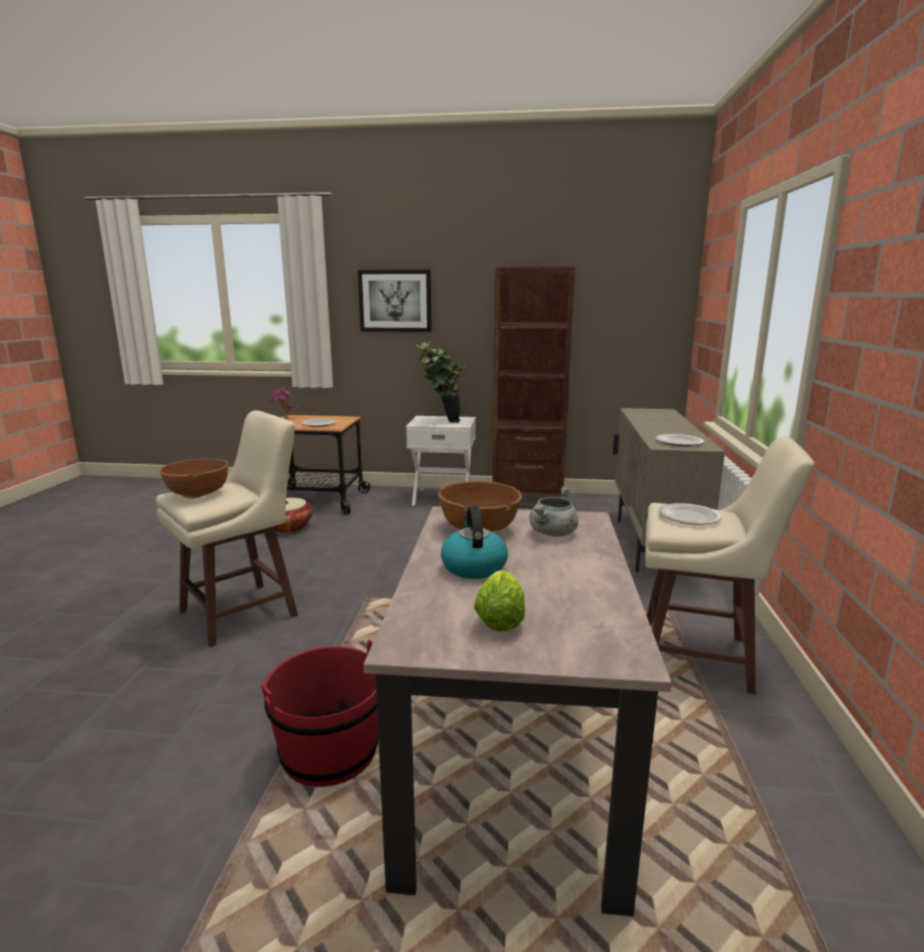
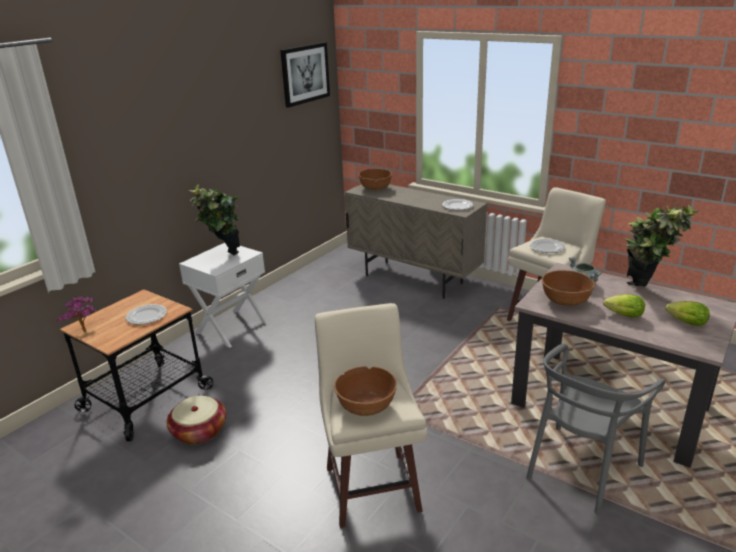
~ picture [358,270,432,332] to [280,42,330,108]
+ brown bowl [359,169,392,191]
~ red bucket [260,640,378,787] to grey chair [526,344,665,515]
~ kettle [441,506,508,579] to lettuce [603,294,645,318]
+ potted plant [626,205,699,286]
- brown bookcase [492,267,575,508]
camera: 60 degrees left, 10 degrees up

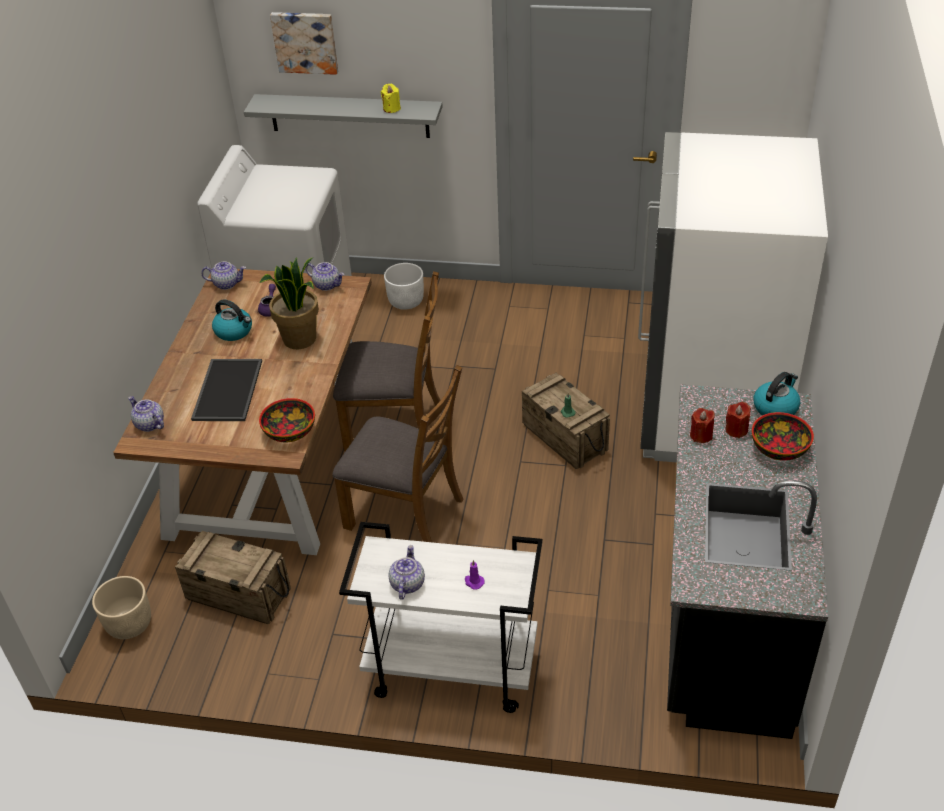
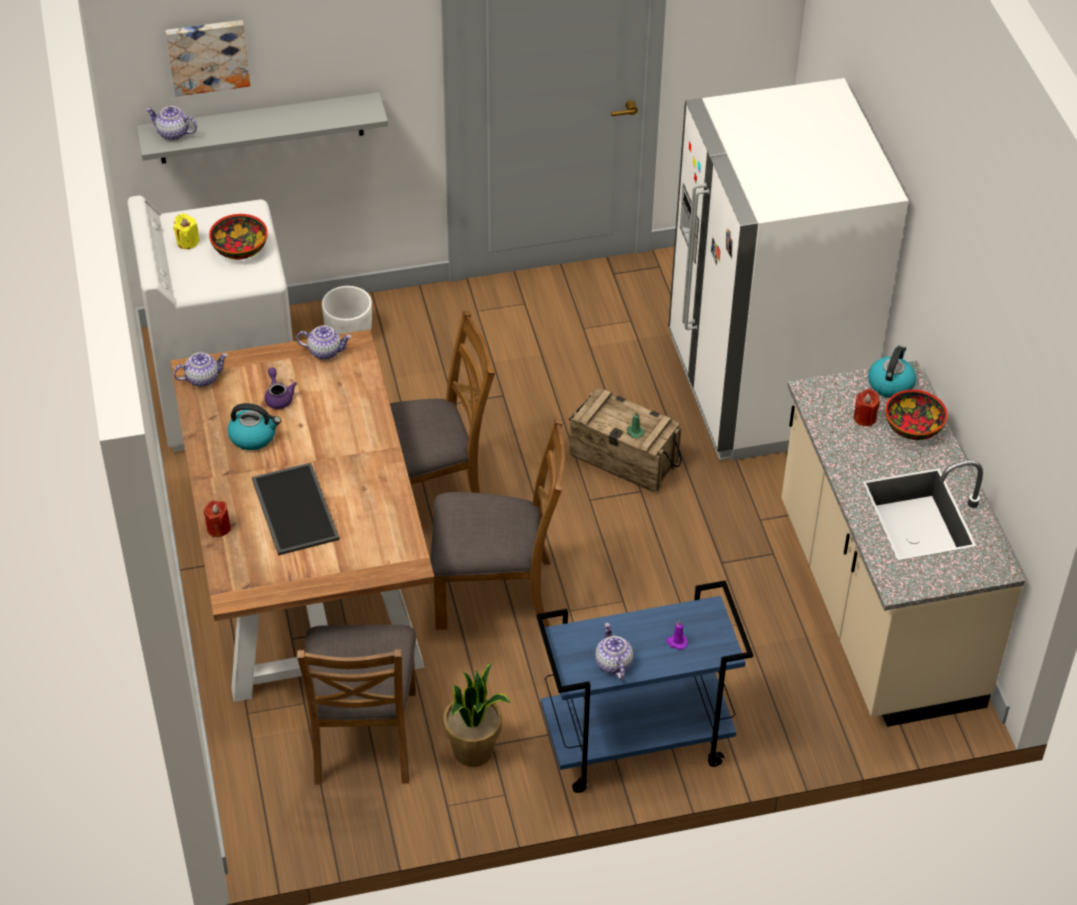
~ teapot [128,396,164,432] to [146,106,197,141]
~ yellow candle [381,84,401,113] to [173,213,200,249]
~ red candle [690,408,715,443] to [204,501,231,537]
~ bowl [259,398,315,443] to [209,214,268,259]
~ crate [175,531,291,624] to brown chair [297,625,416,785]
~ potted plant [259,257,319,349] to [443,663,510,767]
~ white cart [339,522,542,713] to blue cart [536,580,753,793]
~ black counter [667,385,828,739] to beige counter [781,361,1025,727]
- beige planter [92,576,151,639]
camera: 25 degrees left, 5 degrees up

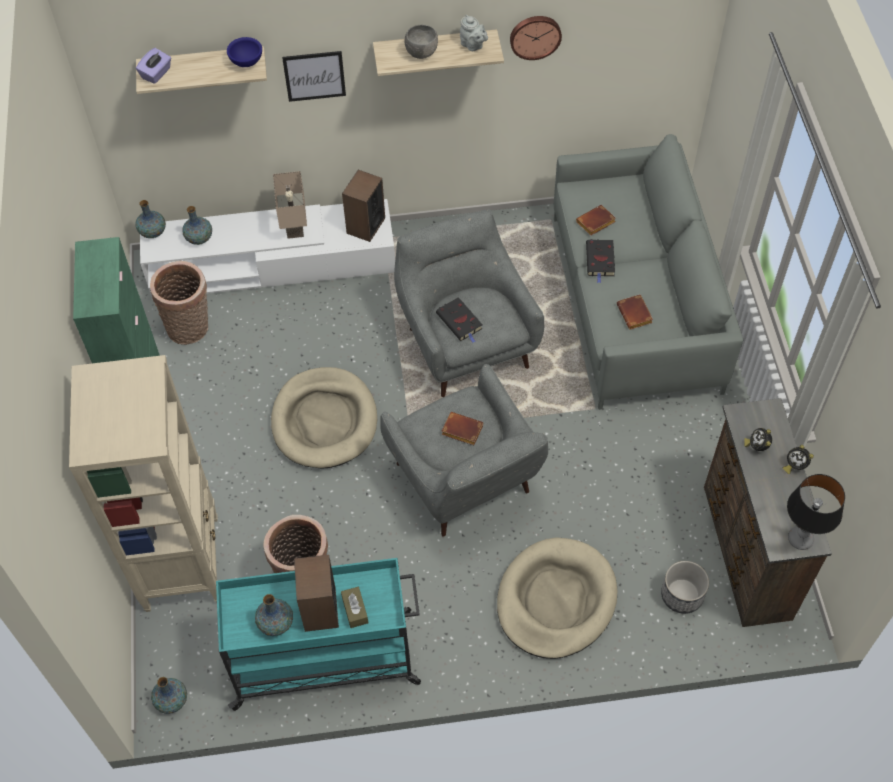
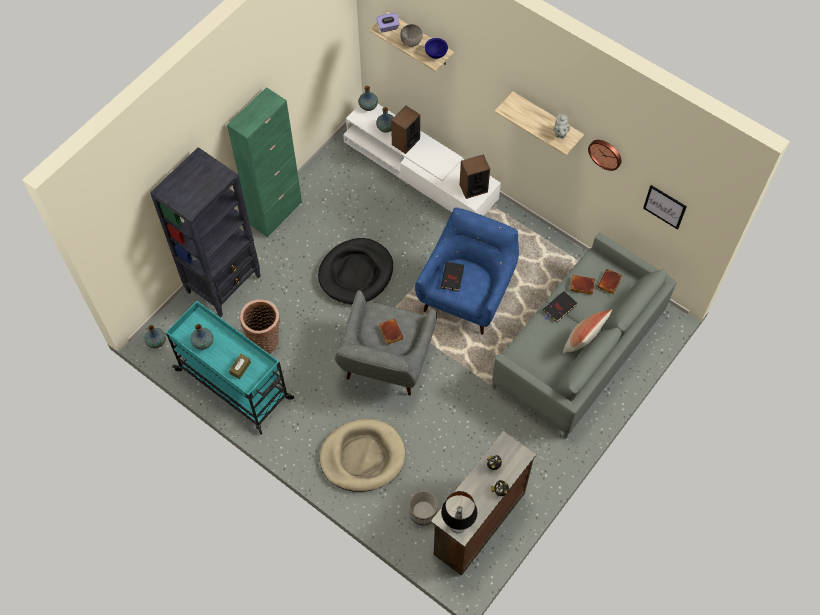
~ beige bookcase [69,355,218,612] to black bookcase [150,147,261,317]
~ beige dog bed [271,367,377,468] to black dog bed [318,238,393,304]
~ speaker [294,555,339,632] to [391,106,420,154]
~ grey bowl [404,25,438,59] to [400,24,423,47]
~ grey armchair [394,209,544,397] to blue armchair [415,207,519,335]
+ pillow [563,309,612,353]
~ brown book [617,294,653,330] to [597,269,622,294]
~ picture [282,51,346,102] to [643,185,687,230]
- basket [150,261,208,345]
- beige table lamp [273,171,307,239]
camera: 45 degrees right, 5 degrees up

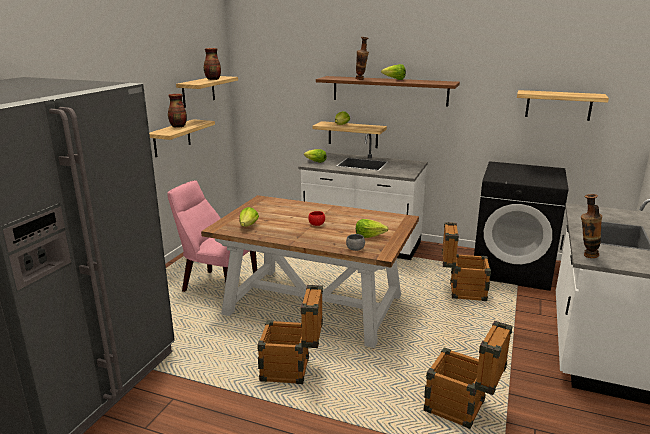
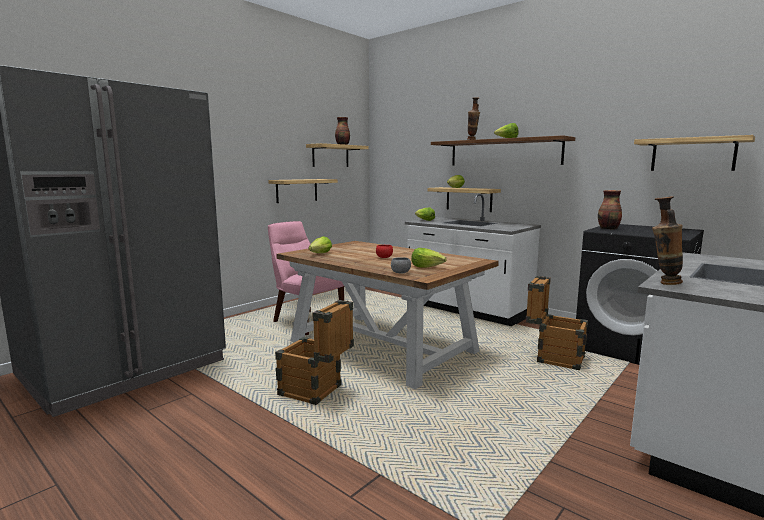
~ vase [168,94,187,128] to [598,190,622,230]
- crate [424,321,513,429]
camera: 20 degrees right, 10 degrees down

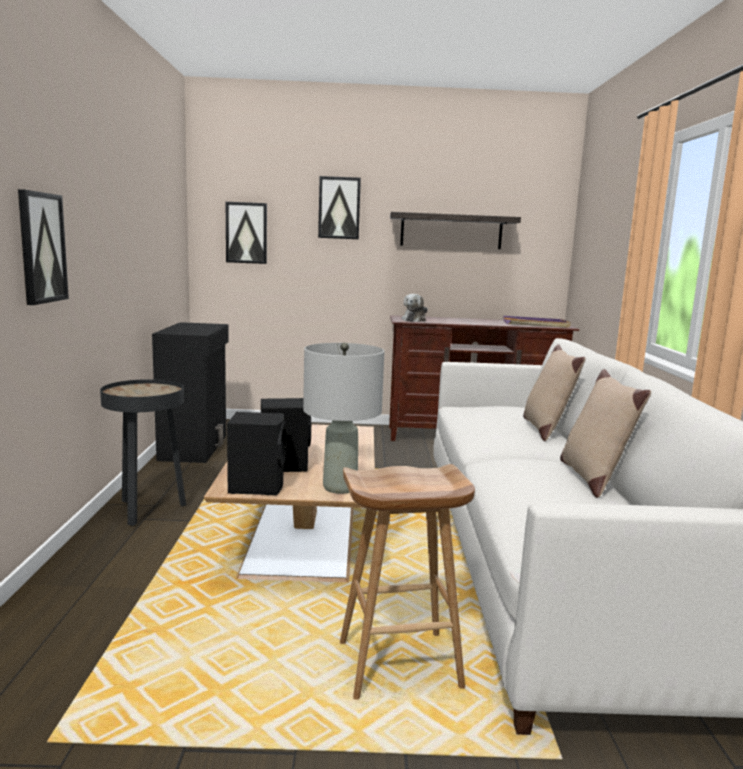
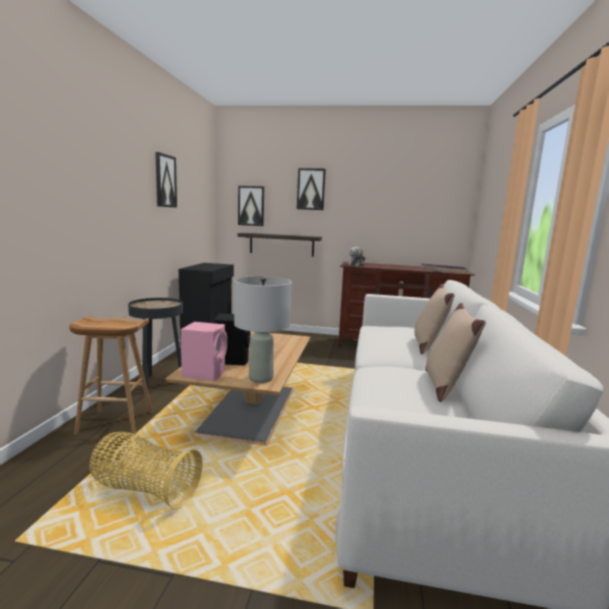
~ brown stool [340,464,475,700] to [69,316,153,435]
+ basket [89,432,203,510]
~ picture [18,189,69,305] to [155,152,177,208]
~ black speaker [227,412,287,495] to pink speaker [181,322,227,381]
~ shelf [390,212,521,249] to [238,233,322,257]
camera: 10 degrees right, 0 degrees up

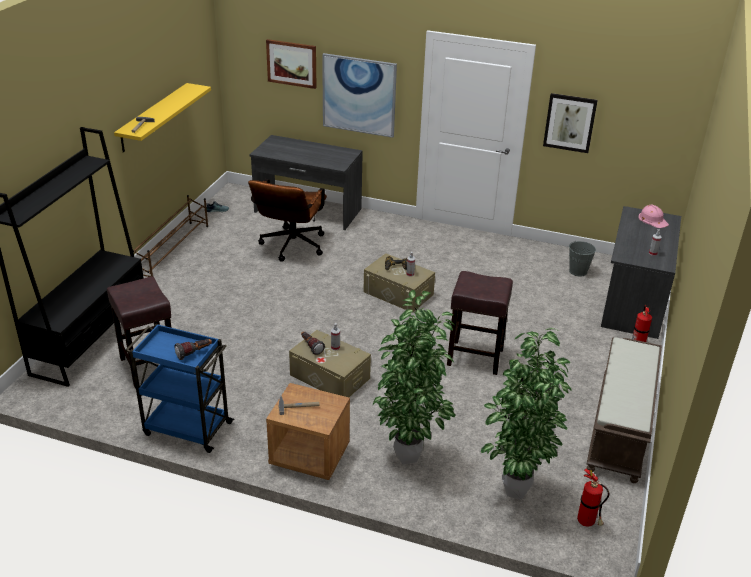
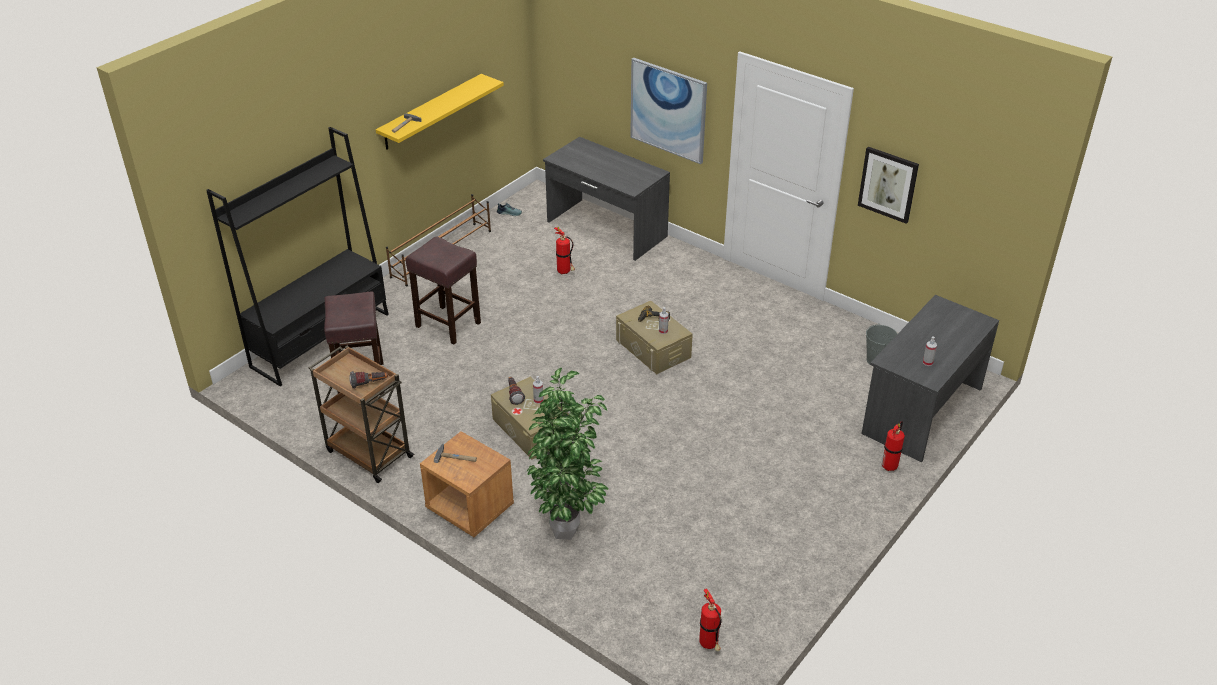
~ blue cart [125,324,234,453] to brown cart [309,346,414,483]
~ brown stool [447,271,513,375] to [406,236,481,344]
~ brown office chair [248,179,327,261] to fire extinguisher [554,227,575,274]
- picture [266,39,316,89]
- potted plant [481,328,572,500]
- brown bench [587,337,662,483]
- pink hard hat [639,205,669,228]
camera: 20 degrees right, 5 degrees up

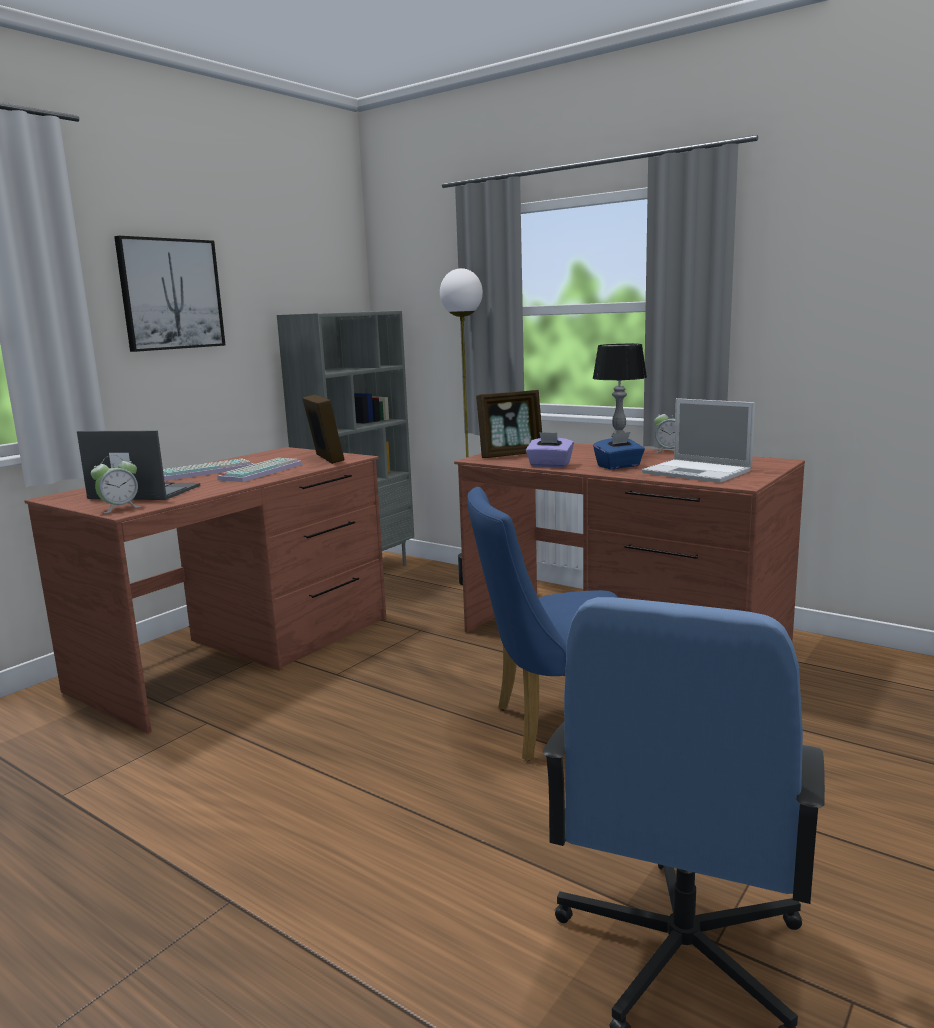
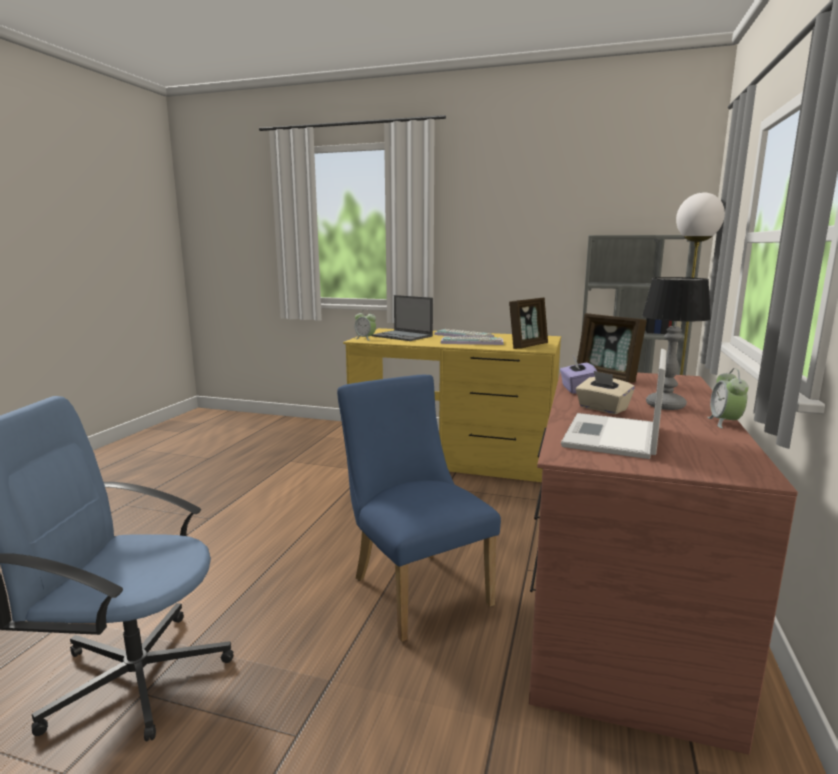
~ brown desk [24,447,386,734] to yellow desk [343,328,561,482]
~ laptop [77,431,200,500] = [372,295,433,341] 135 degrees clockwise
~ blue tissue box [593,432,645,469] to beige tissue box [576,371,635,414]
- picture [114,236,225,352]
camera: 70 degrees right, 0 degrees up

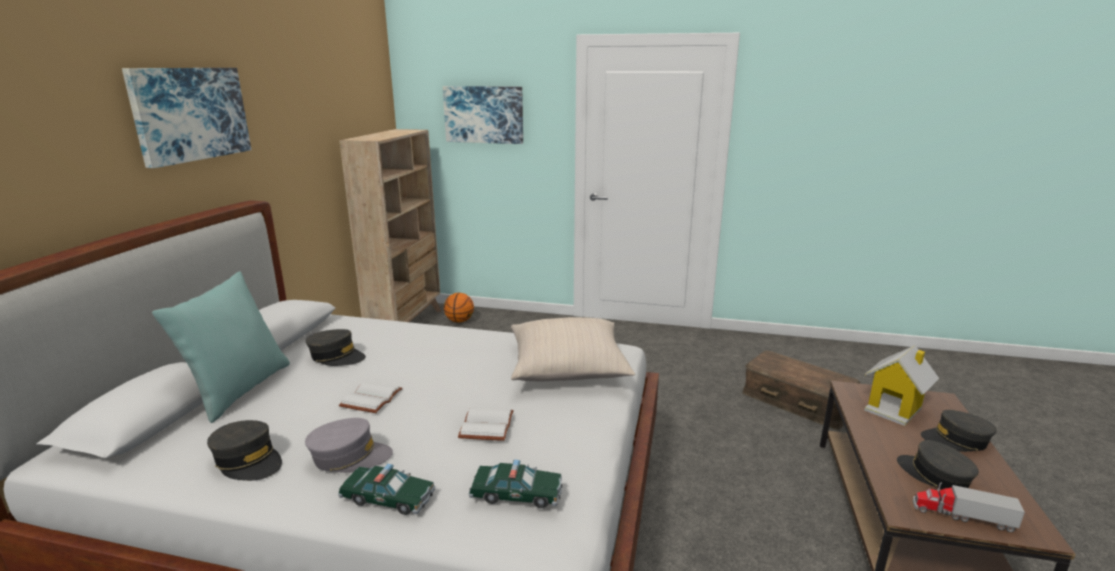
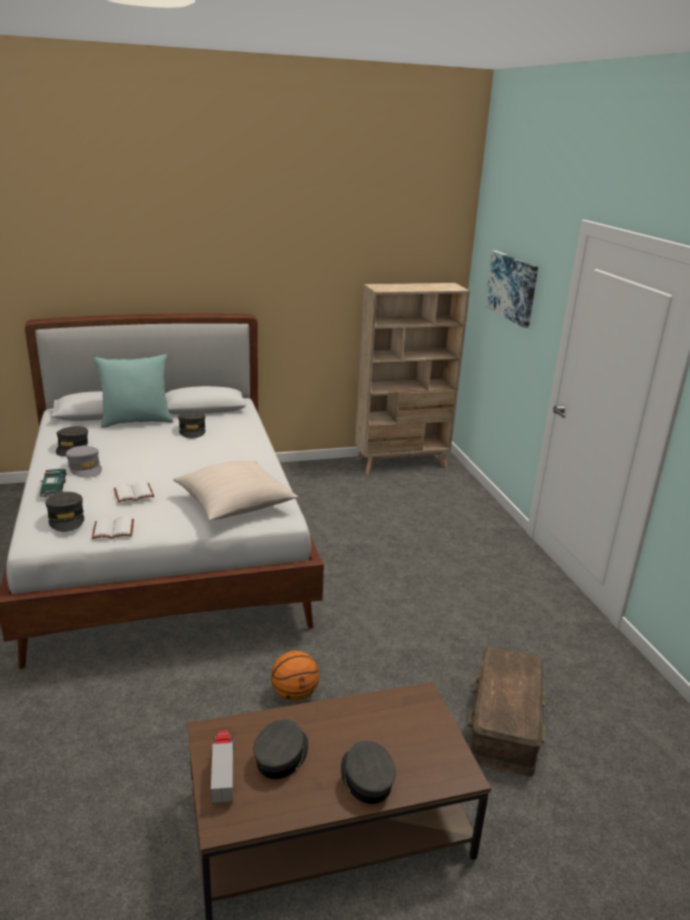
~ toy car [469,460,562,508] to grey cap [45,492,84,532]
~ white book [339,381,403,413] to [92,517,134,539]
~ basketball [444,293,474,323] to [271,651,320,701]
- picture [122,68,251,168]
- toy house [864,345,939,426]
camera: 60 degrees right, 5 degrees up

